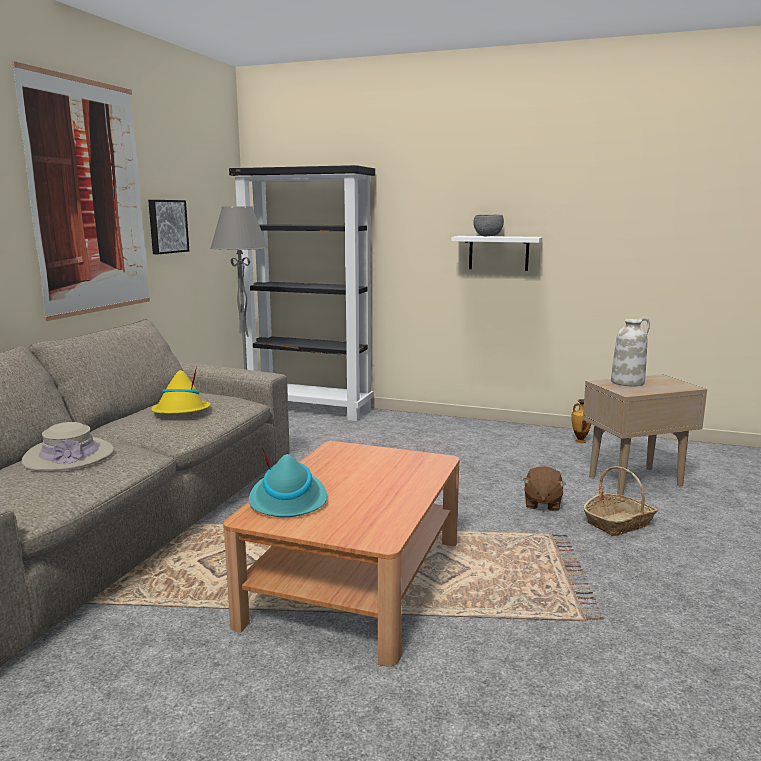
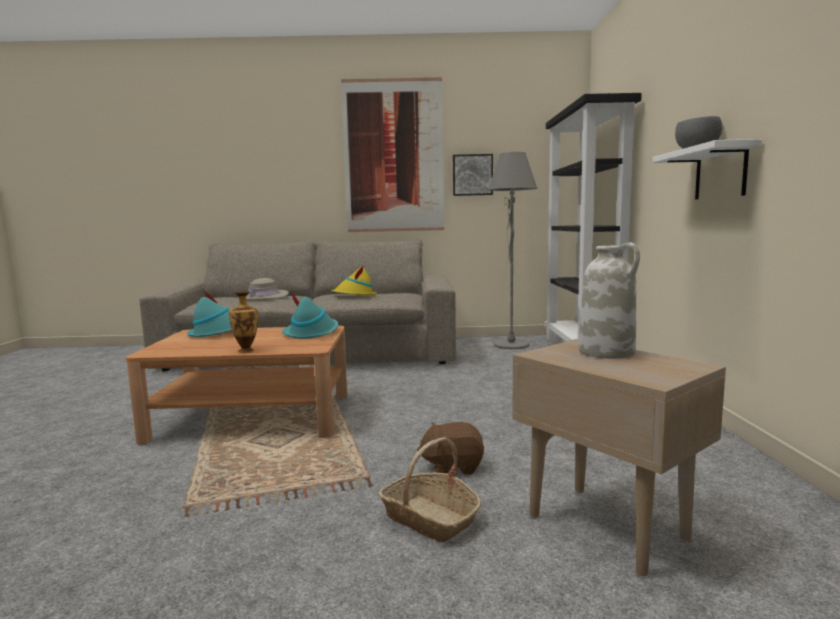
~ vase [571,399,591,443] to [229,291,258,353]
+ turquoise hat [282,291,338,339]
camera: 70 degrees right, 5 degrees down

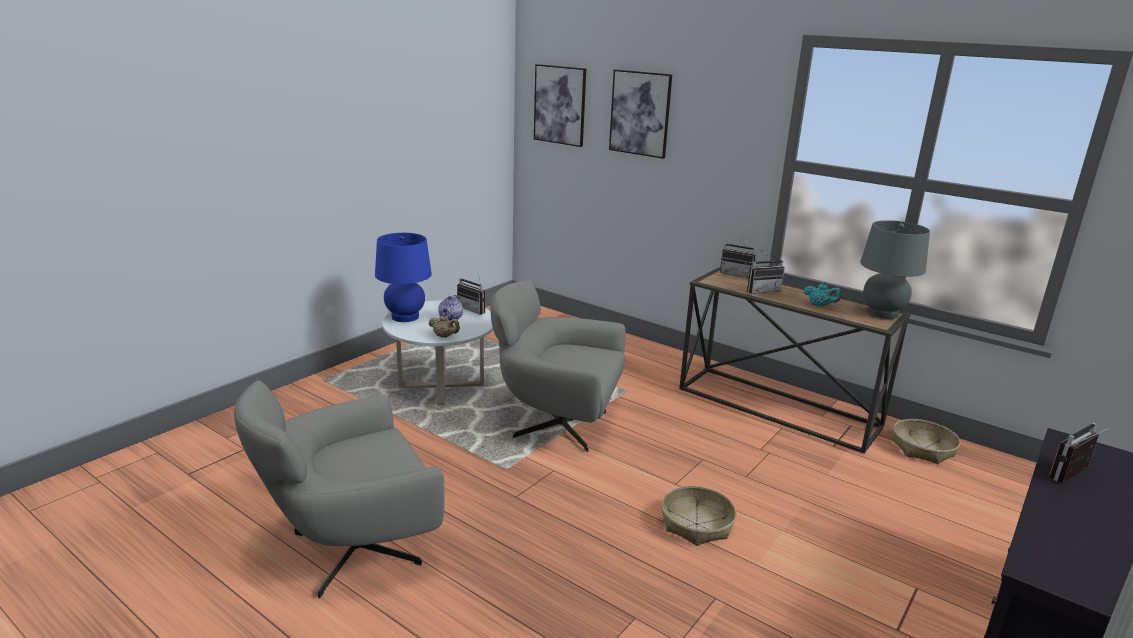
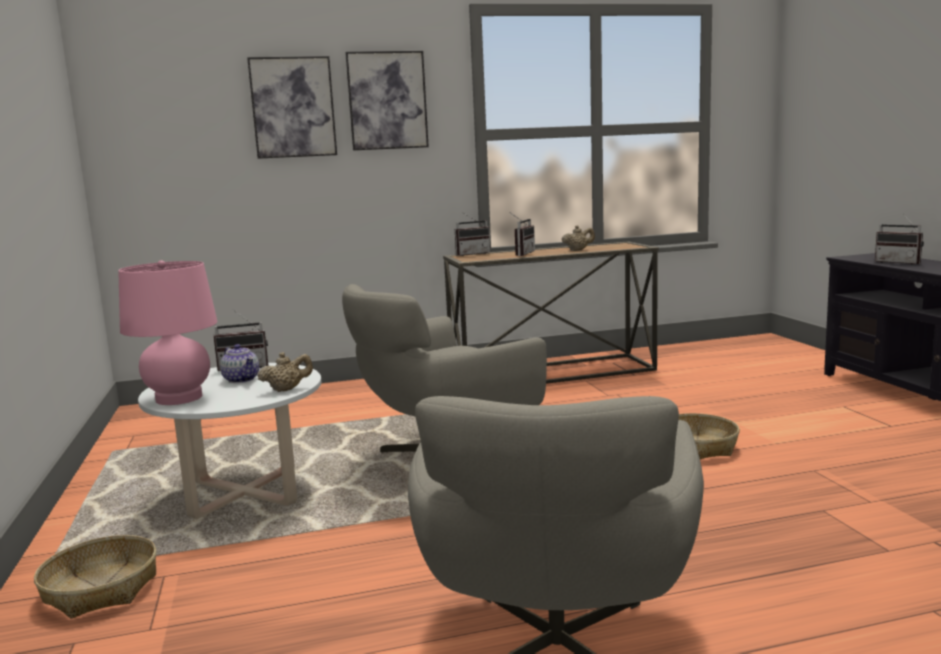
~ basket [893,419,961,464] to [34,535,157,619]
~ blue table lamp [375,233,432,322] to pink table lamp [118,260,217,405]
~ picture [534,64,586,147] to [345,51,429,150]
~ turquoise teapot [804,281,841,307] to beige teapot [562,225,595,251]
~ radio [1049,423,1115,483] = [875,213,924,265] 45 degrees counterclockwise
- grey table lamp [860,220,930,319]
camera: 50 degrees left, 10 degrees down

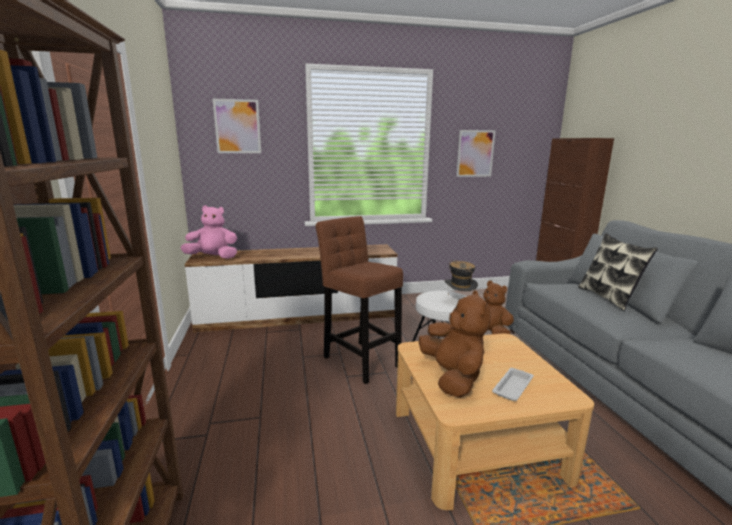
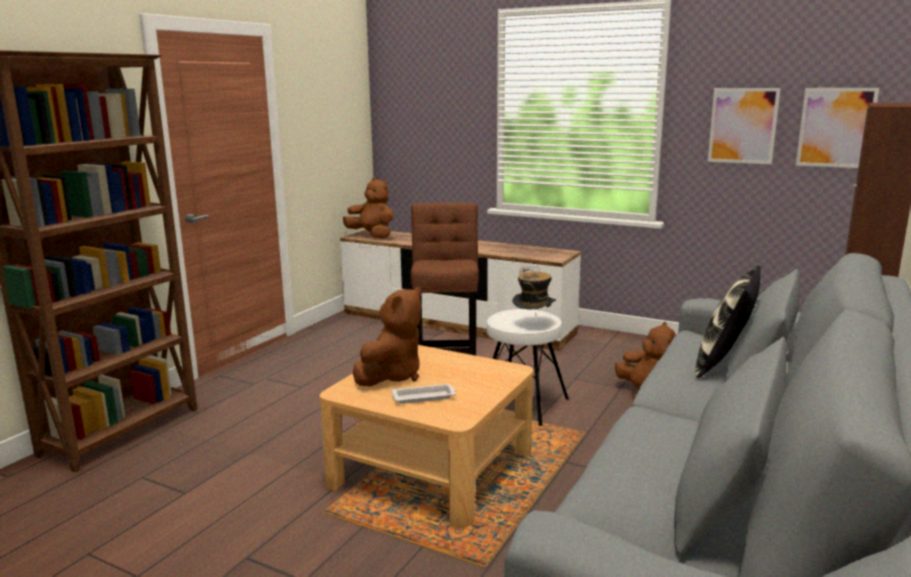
~ pink plush toy [180,205,237,259] to brown plush toy [343,178,394,239]
~ picture [213,99,261,153] to [796,88,879,168]
camera: 40 degrees right, 0 degrees up

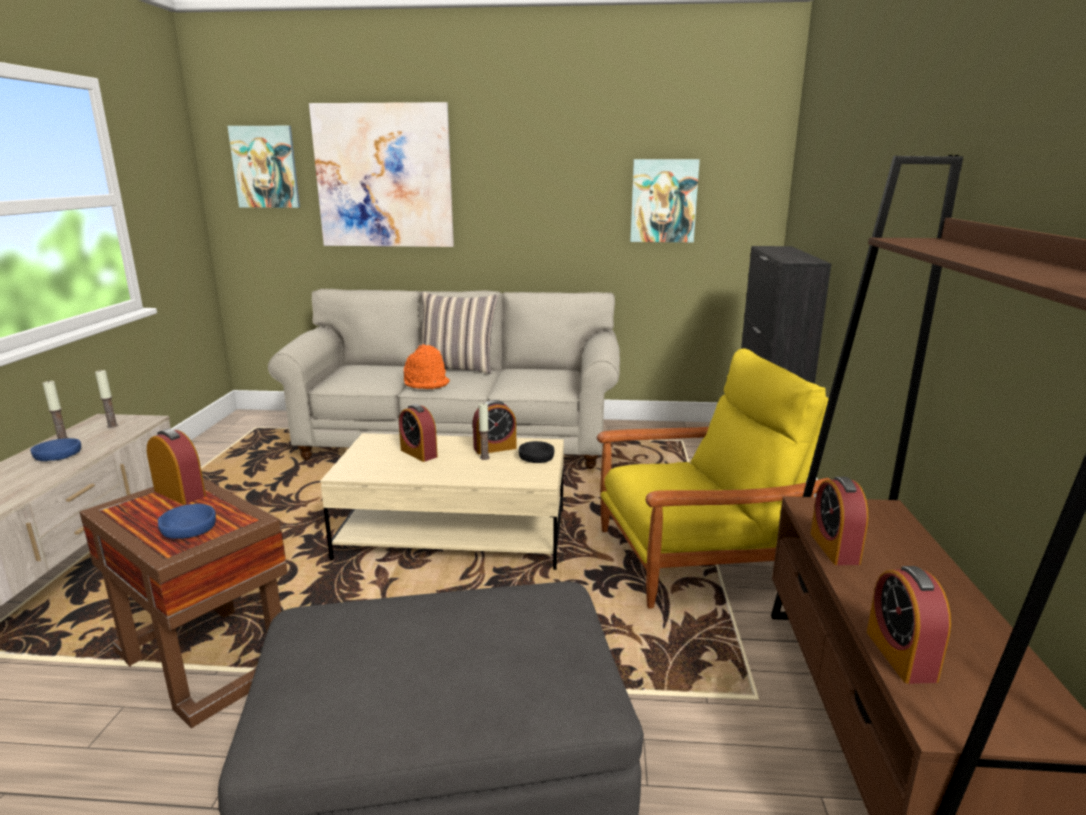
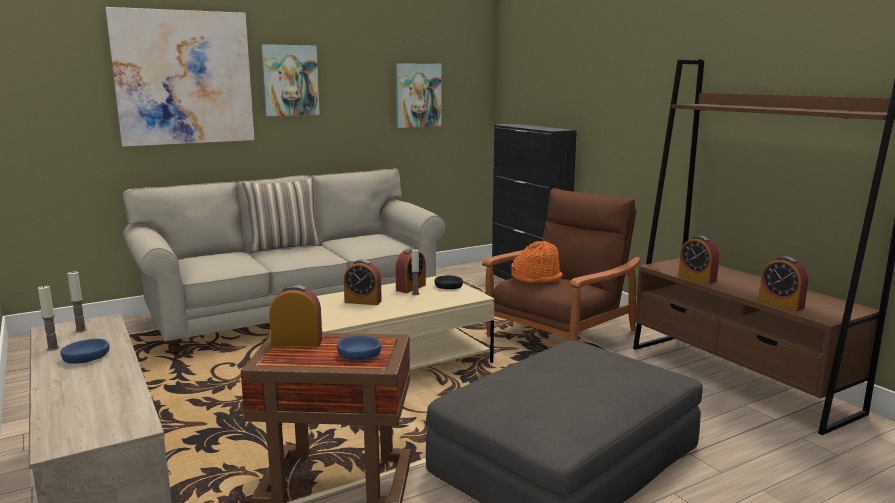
~ picture [227,126,300,208] to [261,44,320,116]
~ yellow armchair [597,348,831,609] to brown armchair [482,188,641,341]
~ orange hat [404,344,450,389] to [511,241,563,283]
camera: 35 degrees left, 5 degrees down

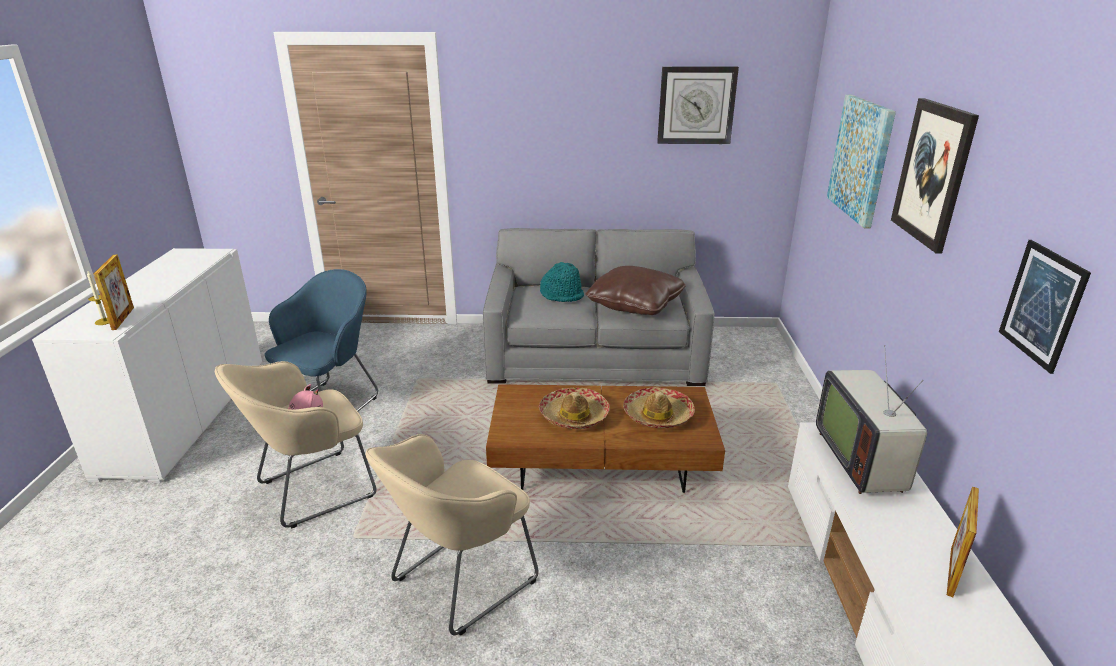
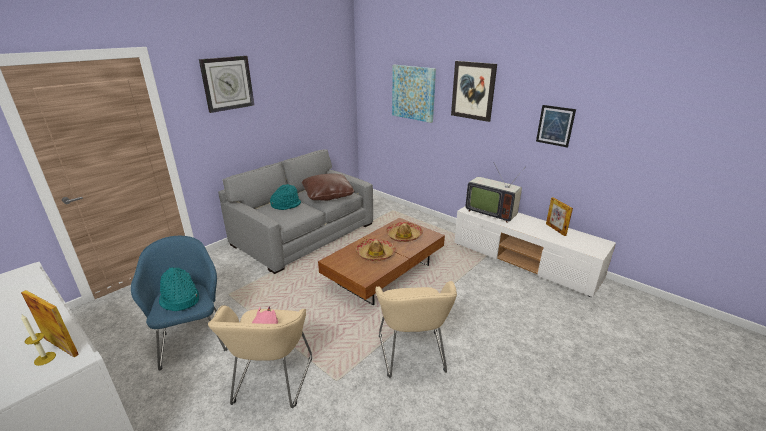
+ turquoise hat [159,267,199,311]
~ wall clock [657,66,739,144] to [199,56,254,113]
camera: 50 degrees left, 0 degrees up

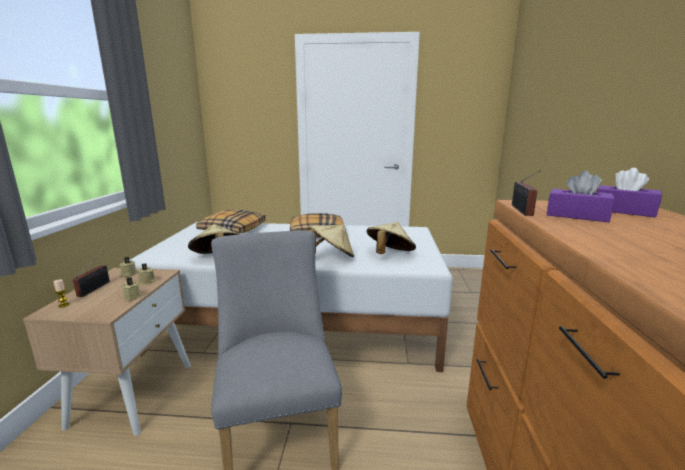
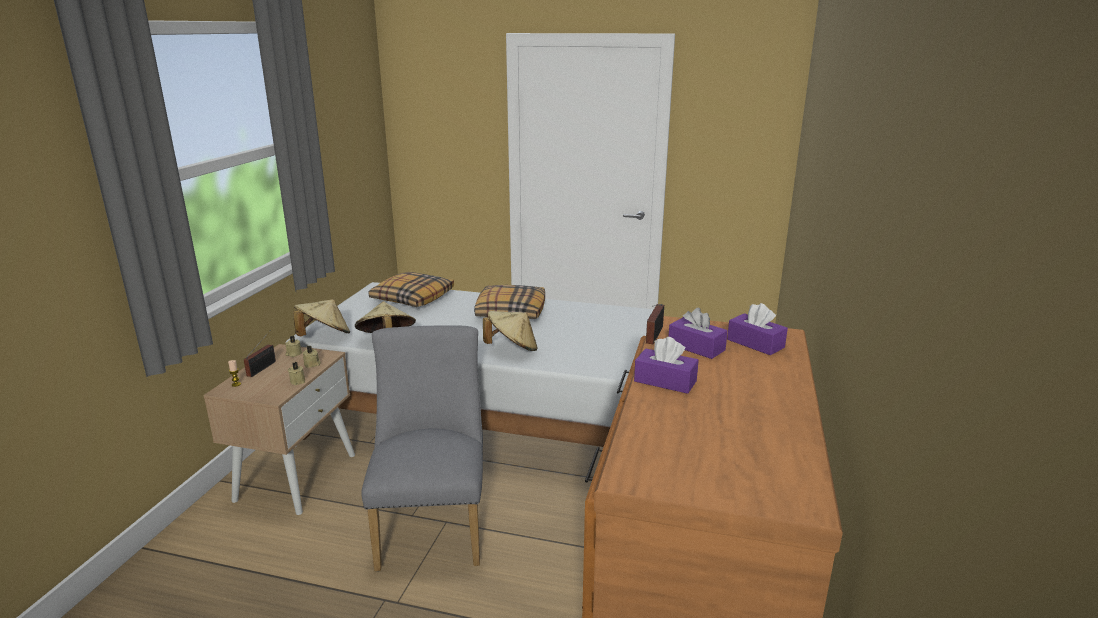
~ beige hat [367,222,416,254] to [293,299,350,336]
+ purple tissue box [634,337,699,394]
camera: 10 degrees right, 5 degrees up

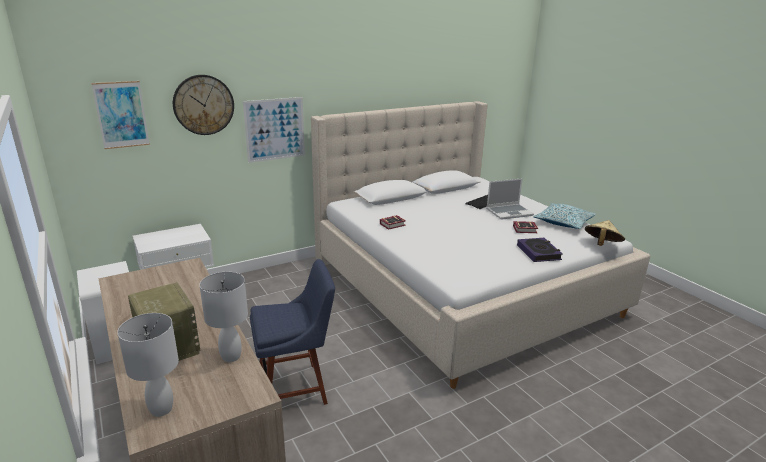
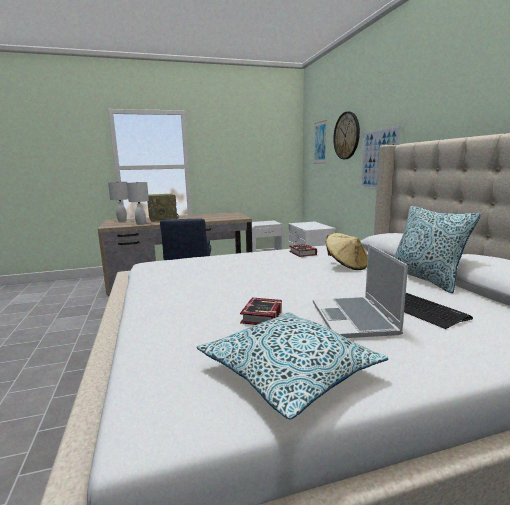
~ beige hat [585,220,625,246] to [326,233,368,270]
+ pillow [394,206,481,293]
- book [517,238,563,262]
camera: 105 degrees right, 10 degrees down

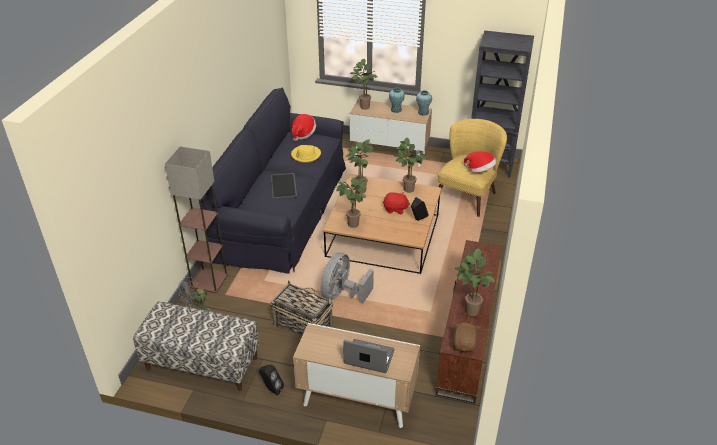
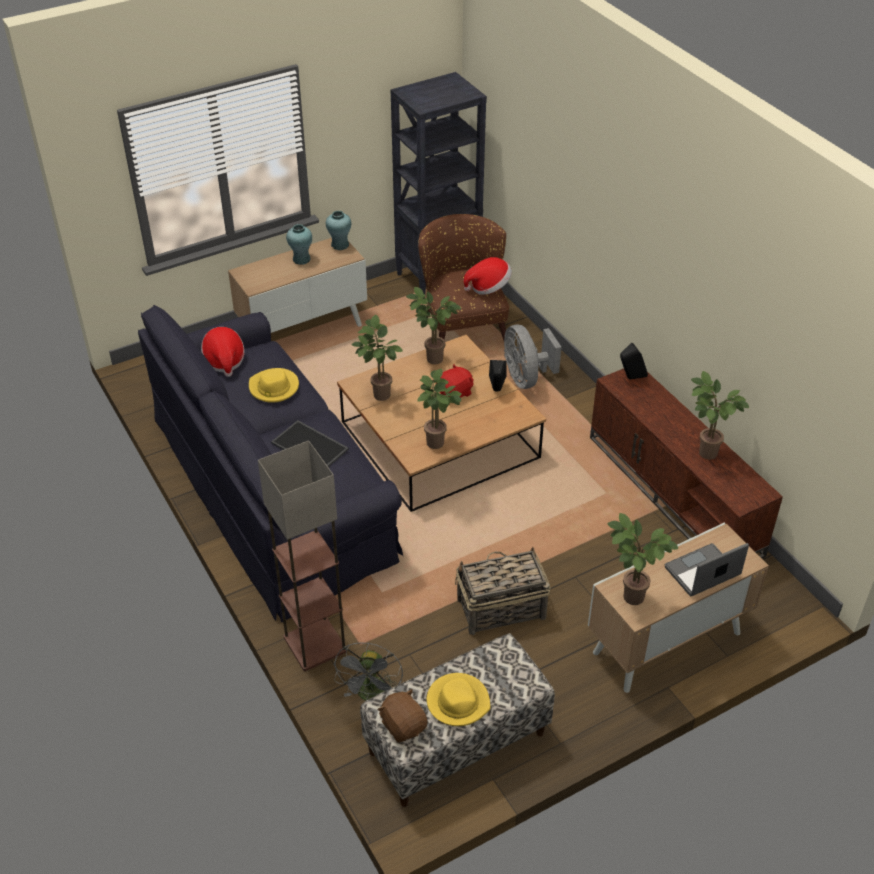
~ brown plush toy [452,322,480,353] to [378,689,428,743]
~ yellow armchair [438,119,507,217] to brown armchair [418,214,509,340]
+ yellow hat [427,673,491,726]
~ grey fan [321,252,374,303] to [504,325,561,389]
~ potted plant [349,59,377,110] to [607,513,678,605]
~ black speaker [259,364,284,396] to [620,343,648,379]
camera: 45 degrees left, 5 degrees up

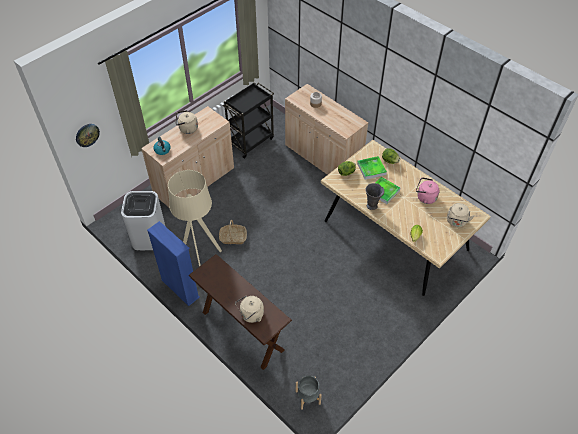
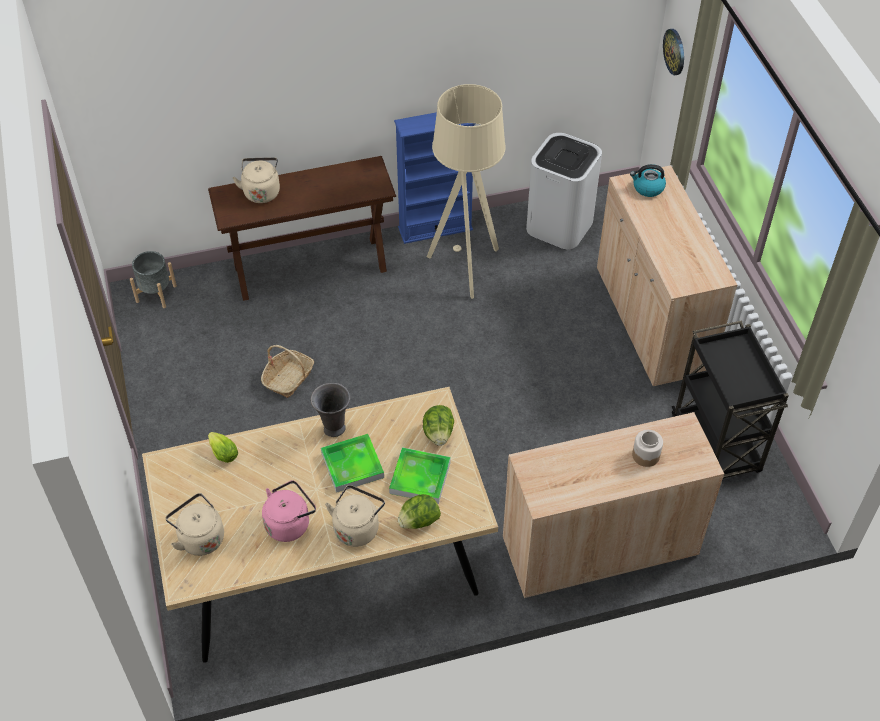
~ basket [219,220,247,244] to [261,345,314,398]
~ beige kettle [176,110,198,134] to [325,485,385,547]
camera: 120 degrees right, 0 degrees up

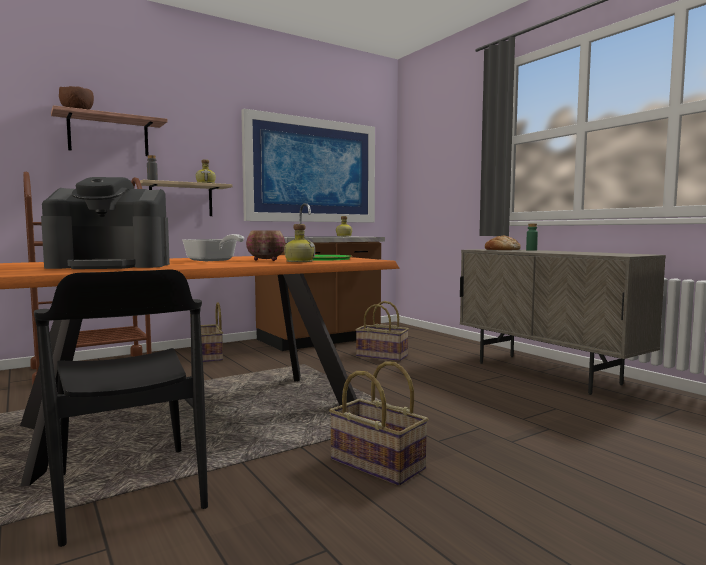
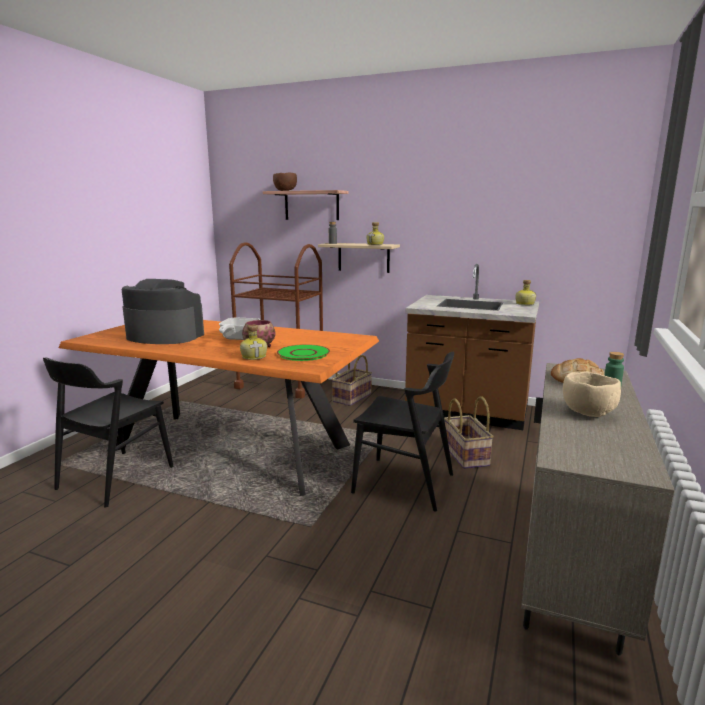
~ coffee machine [41,177,170,269] = [122,279,204,344] 150 degrees clockwise
+ black chair [351,352,454,512]
+ beige bowl [563,371,621,417]
- picture [241,109,375,223]
- basket [329,361,428,486]
camera: 55 degrees right, 10 degrees up

